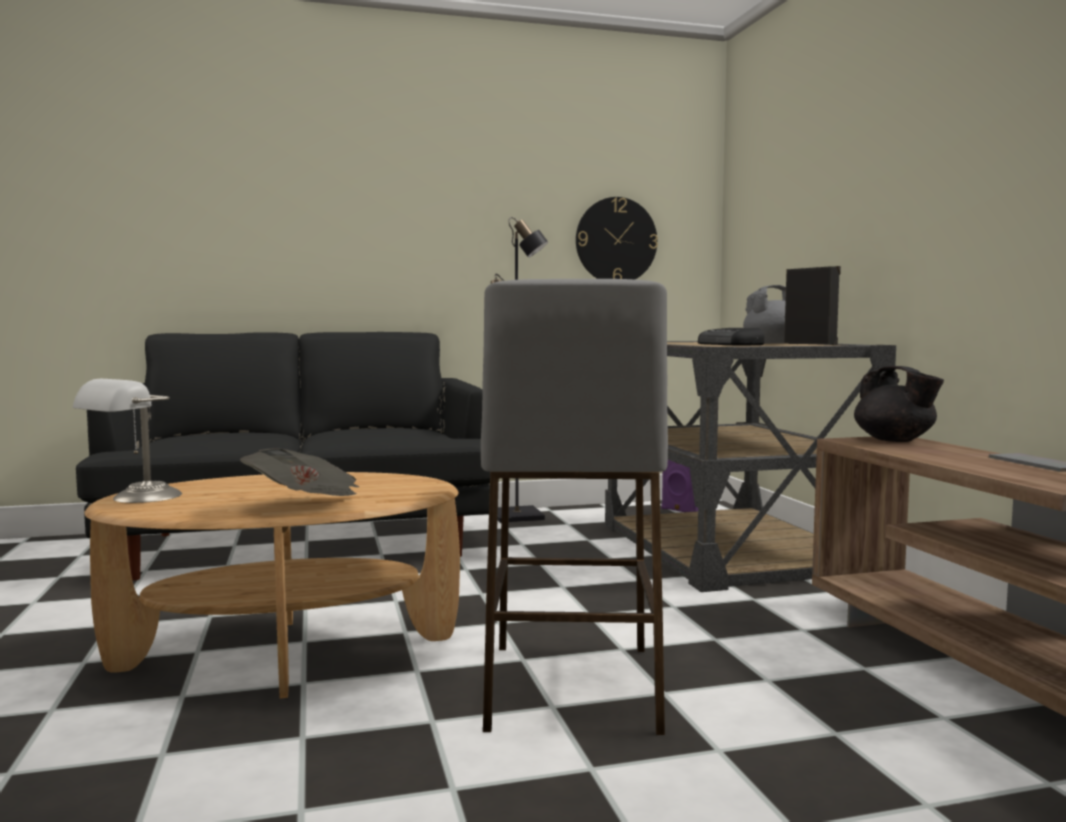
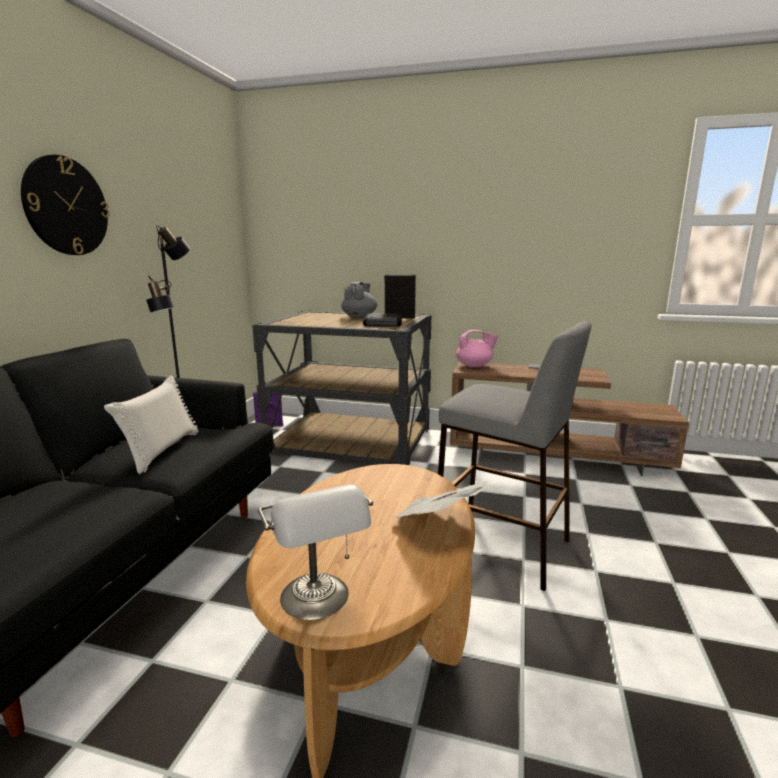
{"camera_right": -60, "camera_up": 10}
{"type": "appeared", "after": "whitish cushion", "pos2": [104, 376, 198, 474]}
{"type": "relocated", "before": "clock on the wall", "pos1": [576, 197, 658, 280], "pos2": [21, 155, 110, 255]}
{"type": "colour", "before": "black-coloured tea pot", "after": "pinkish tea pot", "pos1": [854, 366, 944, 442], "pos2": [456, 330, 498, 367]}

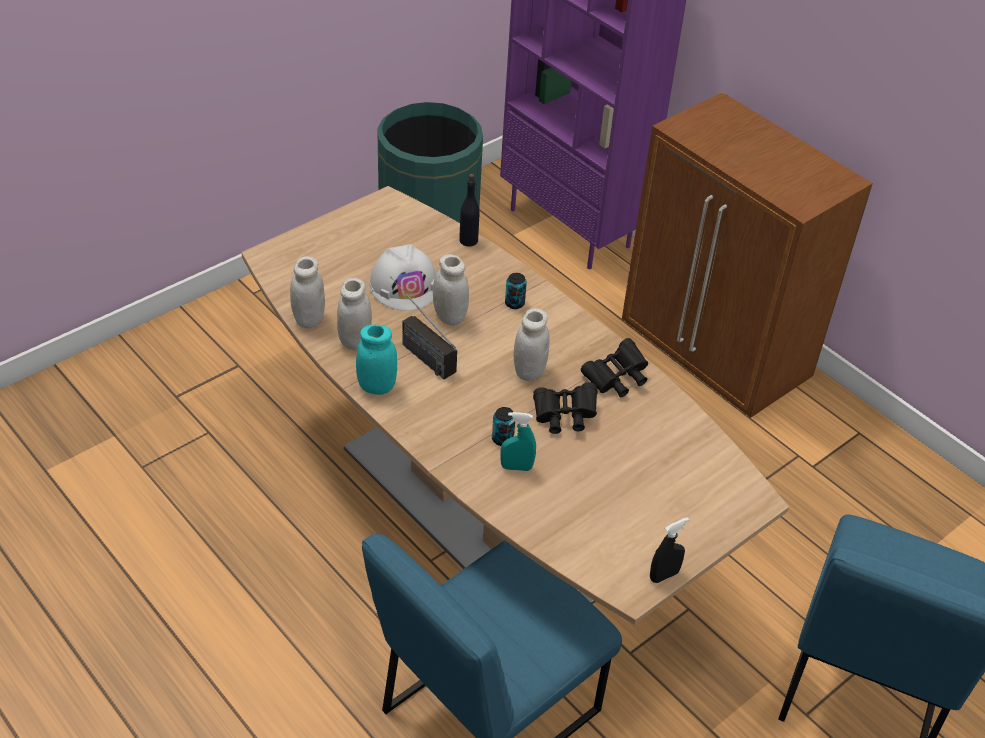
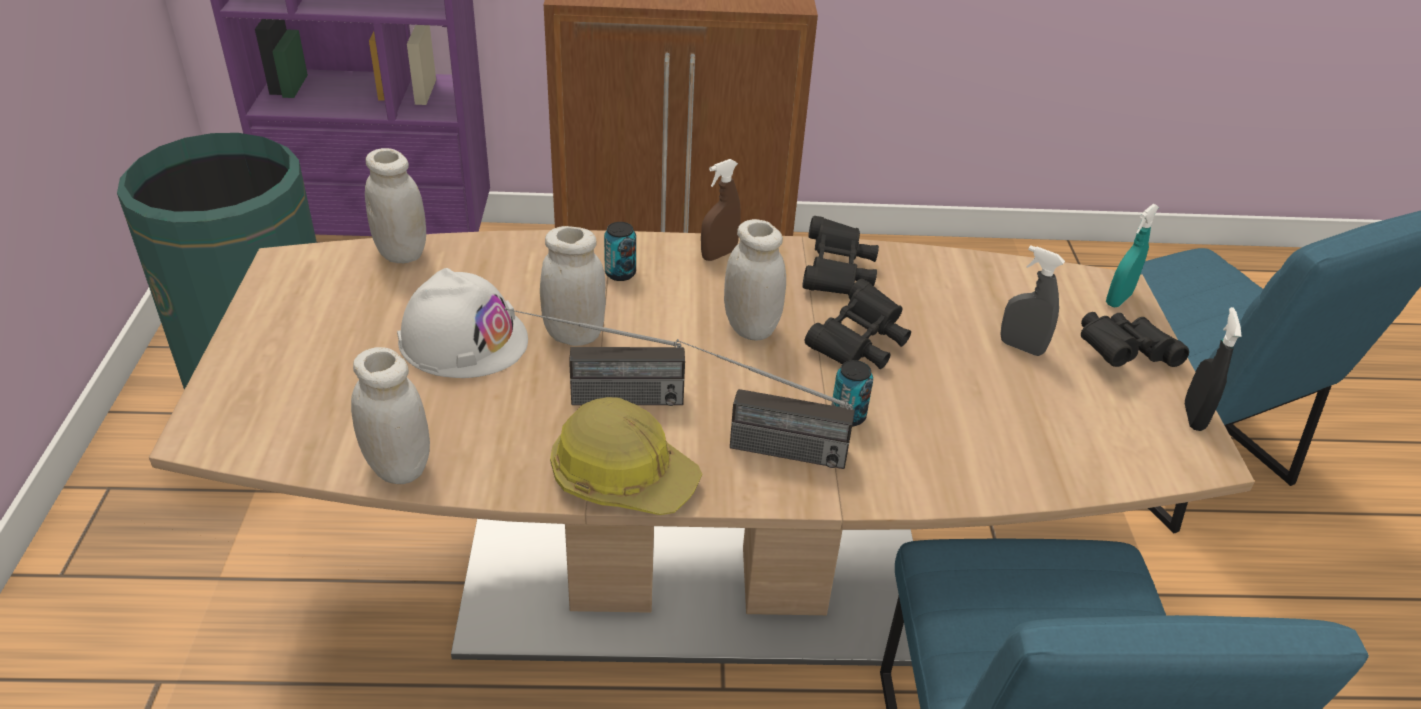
{"camera_right": -50, "camera_up": -5}
{"type": "missing", "before": "black-coloured drink bottle", "pos1": [459, 174, 480, 247]}
{"type": "appeared", "after": "radio", "pos2": [676, 339, 855, 469]}
{"type": "appeared", "after": "brown-coloured spray bottle", "pos2": [701, 159, 741, 261]}
{"type": "appeared", "after": "gray spray bottle", "pos2": [1000, 245, 1065, 356]}
{"type": "appeared", "after": "black-coloured binoculars", "pos2": [1081, 312, 1189, 367]}
{"type": "relocated", "before": "whitish preserve jar", "pos1": [337, 278, 372, 350], "pos2": [365, 148, 426, 263]}
{"type": "relocated", "before": "blue-green spray bottle", "pos1": [500, 412, 536, 471], "pos2": [1106, 204, 1159, 307]}
{"type": "exchanged", "before": "blue-green preserve jar", "after": "work helmet", "pos1": [356, 324, 397, 395], "pos2": [550, 397, 702, 515]}

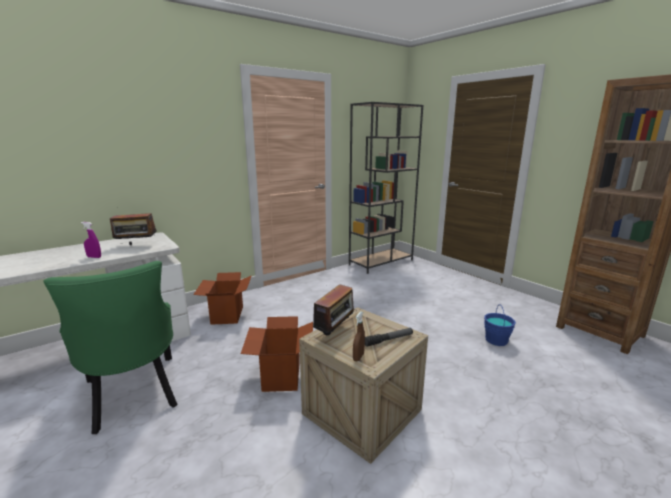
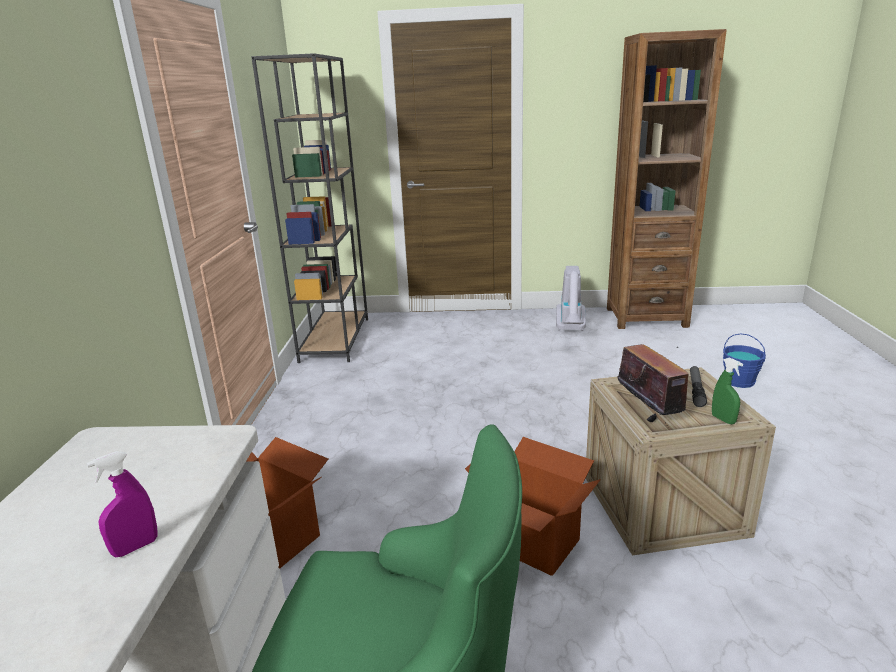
{"camera_right": -50, "camera_up": 5}
{"type": "missing", "before": "radio", "pos1": [110, 206, 157, 245]}
{"type": "appeared", "after": "vacuum", "pos2": [556, 266, 586, 331]}
{"type": "relocated", "before": "blue-coloured pail", "pos1": [484, 305, 516, 346], "pos2": [723, 333, 766, 388]}
{"type": "colour", "before": "brown-coloured spray bottle", "after": "greenish spray bottle", "pos1": [353, 311, 365, 361], "pos2": [712, 358, 743, 424]}

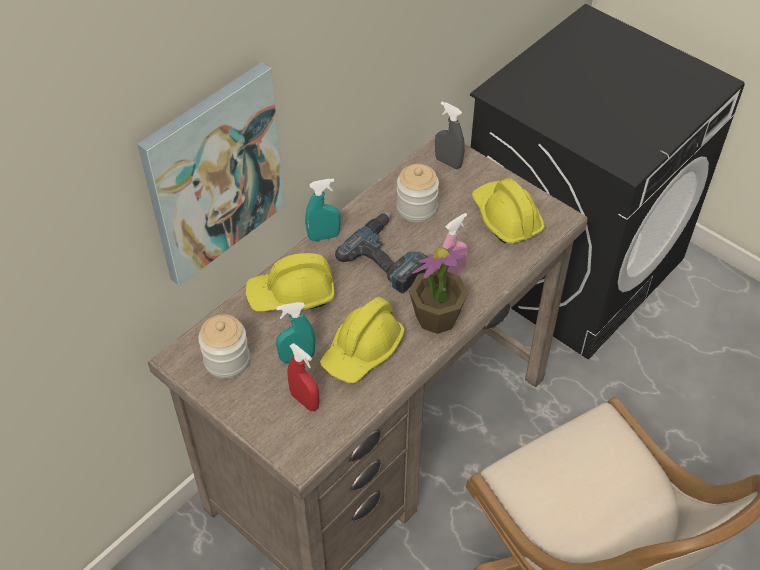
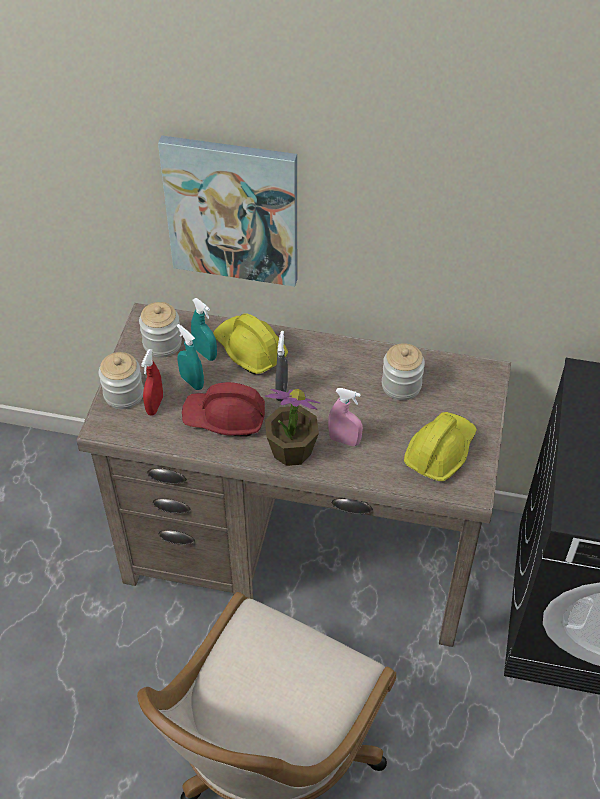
{"camera_right": 60, "camera_up": 0}
{"type": "missing", "before": "electric drill", "pos1": [335, 212, 428, 294]}
{"type": "appeared", "after": "preserve jar", "pos2": [99, 352, 144, 409]}
{"type": "relocated", "before": "blue-green spray bottle", "pos1": [305, 178, 341, 241], "pos2": [191, 298, 217, 361]}
{"type": "relocated", "before": "gray spray bottle", "pos1": [435, 101, 465, 169], "pos2": [275, 331, 288, 402]}
{"type": "colour", "before": "yellow work helmet", "after": "red work helmet", "pos1": [320, 297, 405, 383], "pos2": [182, 382, 265, 437]}

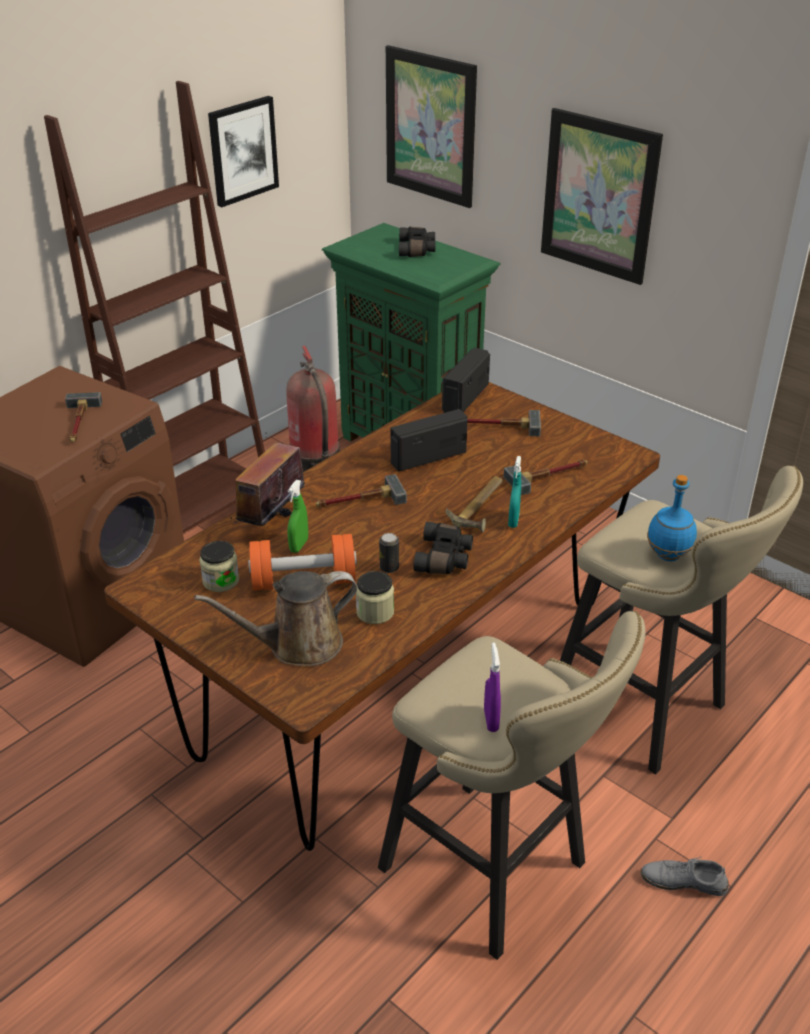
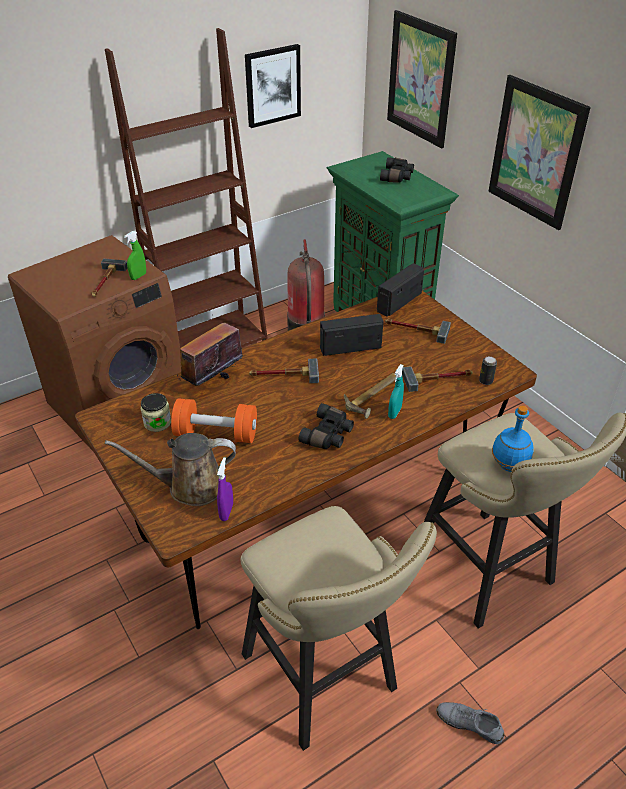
{"camera_right": 15, "camera_up": 5}
{"type": "missing", "before": "preserve jar", "pos1": [356, 571, 394, 624]}
{"type": "relocated", "before": "greenish spray bottle", "pos1": [287, 480, 308, 553], "pos2": [124, 231, 146, 280]}
{"type": "relocated", "before": "metal can", "pos1": [379, 533, 399, 573], "pos2": [479, 356, 497, 385]}
{"type": "relocated", "before": "purple spray bottle", "pos1": [484, 642, 501, 732], "pos2": [217, 457, 233, 521]}

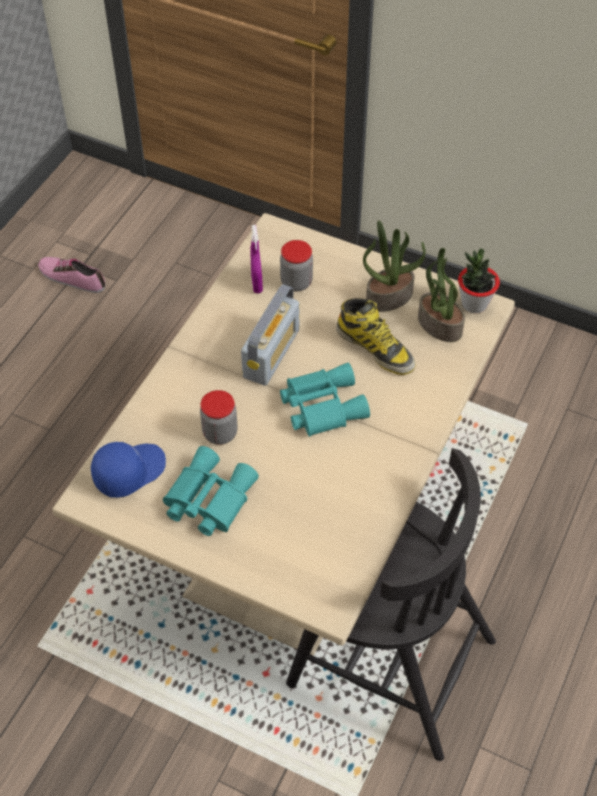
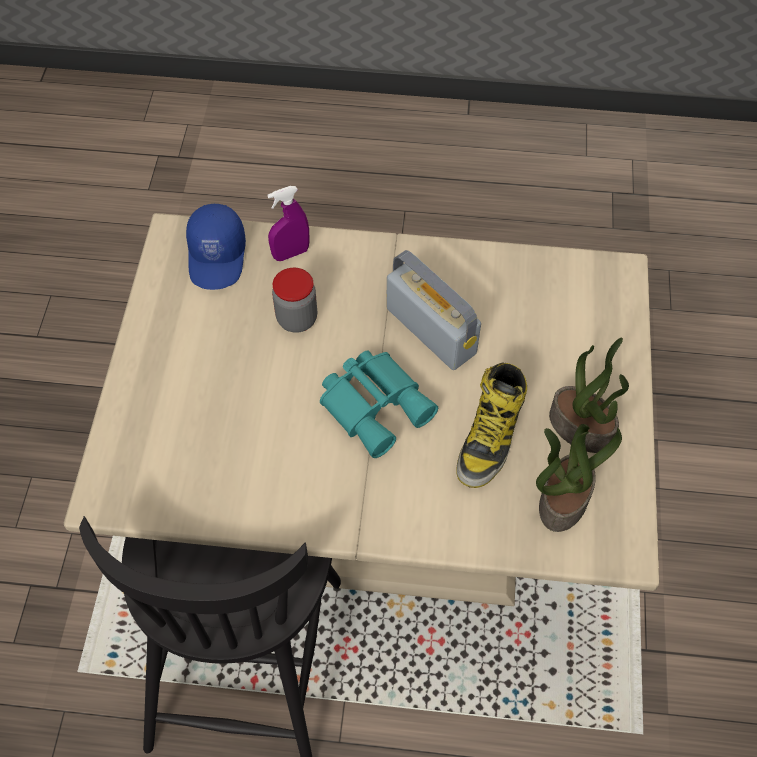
{"camera_right": 70, "camera_up": 5}
{"type": "missing", "before": "item of footwear", "pos1": [38, 257, 105, 293]}
{"type": "missing", "before": "blue-green binoculars", "pos1": [163, 446, 259, 536]}
{"type": "missing", "before": "preserve jar", "pos1": [280, 240, 313, 291]}
{"type": "missing", "before": "plant in a pot", "pos1": [458, 248, 500, 313]}
{"type": "relocated", "before": "purple spray bottle", "pos1": [250, 225, 263, 293], "pos2": [267, 186, 310, 261]}
{"type": "spun", "before": "blue-coloured cap", "pos1": [91, 442, 166, 498], "pos2": [186, 204, 246, 290], "turn": 60}
{"type": "spun", "before": "radio", "pos1": [241, 284, 300, 386], "pos2": [386, 250, 481, 370], "turn": -135}

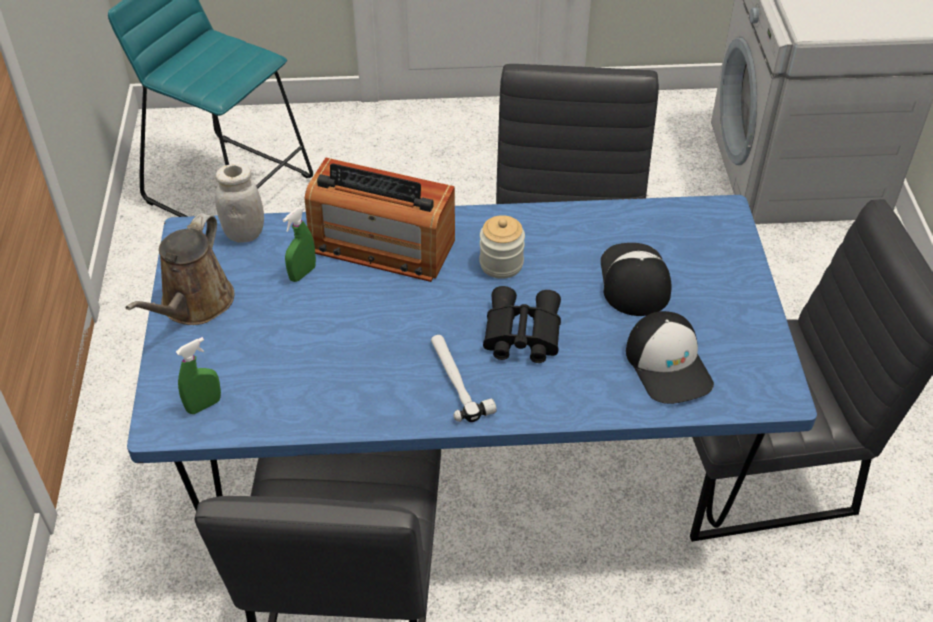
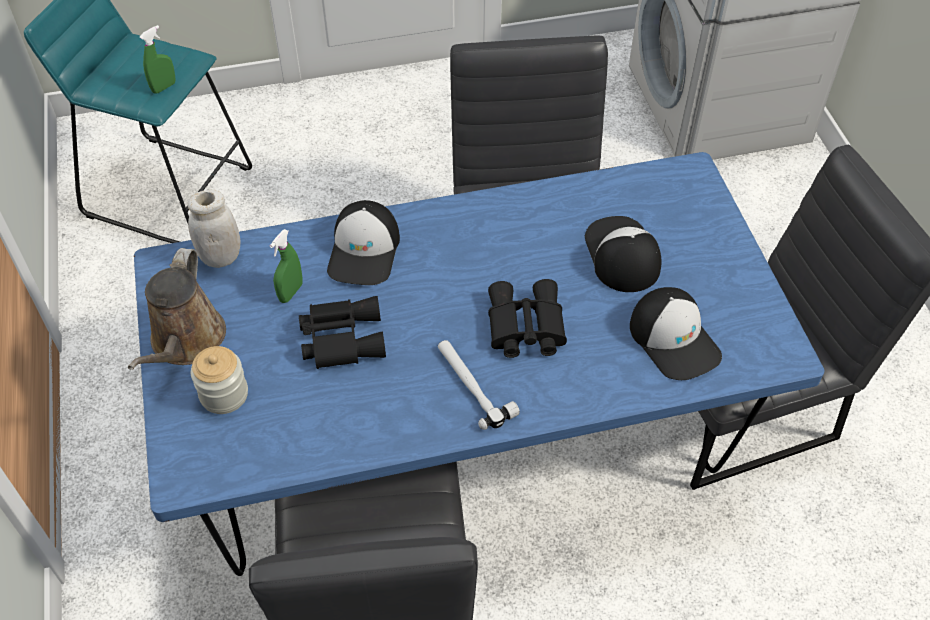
{"camera_right": -10, "camera_up": 5}
{"type": "appeared", "after": "black-coloured binoculars", "pos2": [299, 296, 386, 369]}
{"type": "relocated", "before": "greenish spray bottle", "pos1": [176, 337, 221, 414], "pos2": [140, 25, 175, 94]}
{"type": "relocated", "before": "preserve jar", "pos1": [479, 215, 525, 279], "pos2": [191, 346, 248, 414]}
{"type": "exchanged", "before": "radio", "after": "cap", "pos1": [305, 157, 455, 282], "pos2": [327, 200, 400, 285]}

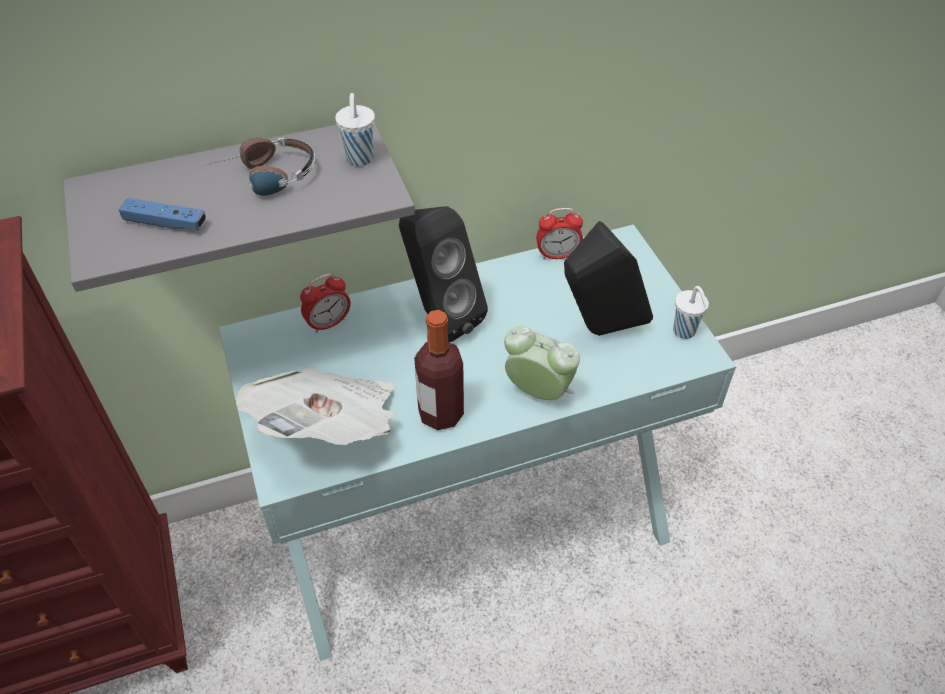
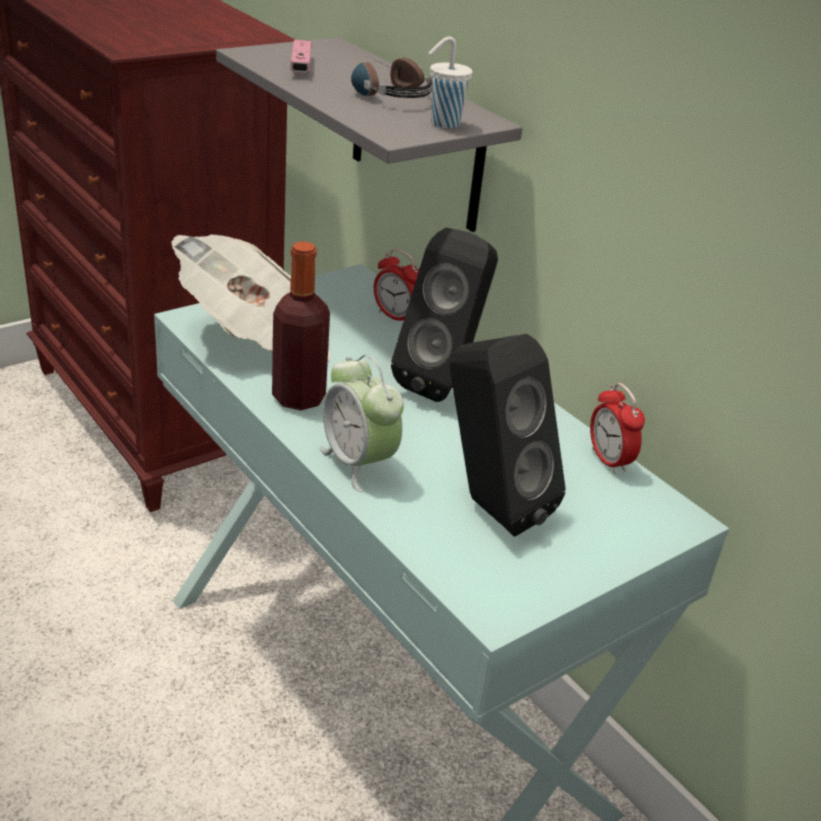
{"camera_right": 70, "camera_up": -15}
{"type": "missing", "before": "whitish cup", "pos1": [673, 286, 709, 339]}
{"type": "colour", "before": "blue-coloured gamepad", "after": "pinkish gamepad", "pos1": [119, 198, 206, 230], "pos2": [290, 40, 311, 73]}
{"type": "spun", "before": "alarm clock", "pos1": [504, 326, 580, 401], "pos2": [319, 355, 404, 492], "turn": 135}

